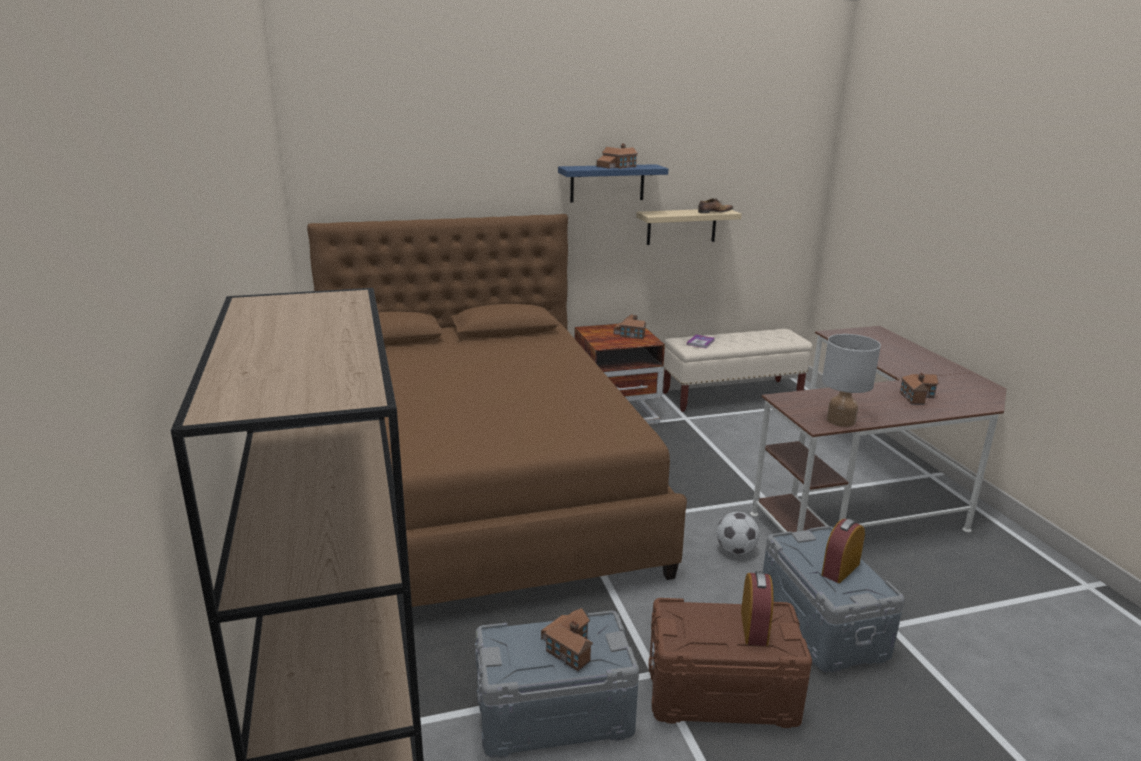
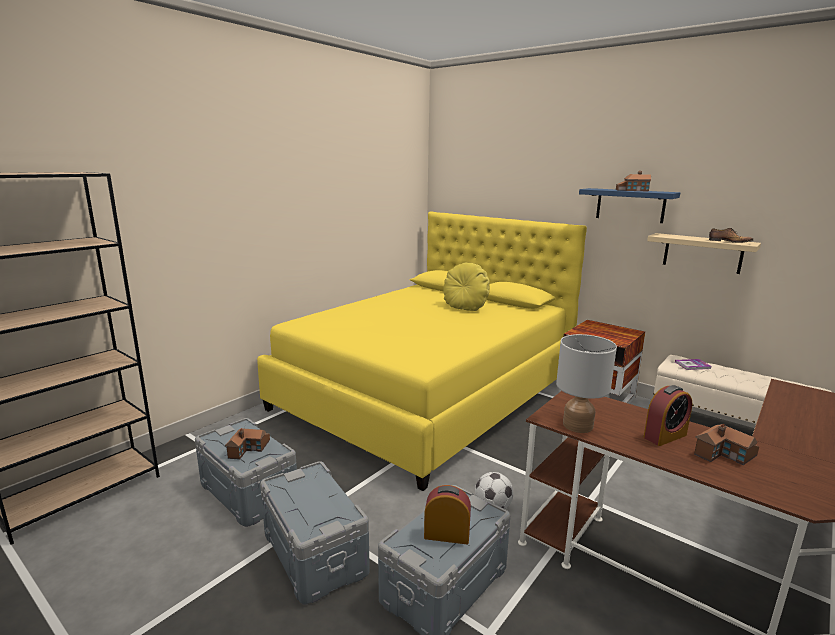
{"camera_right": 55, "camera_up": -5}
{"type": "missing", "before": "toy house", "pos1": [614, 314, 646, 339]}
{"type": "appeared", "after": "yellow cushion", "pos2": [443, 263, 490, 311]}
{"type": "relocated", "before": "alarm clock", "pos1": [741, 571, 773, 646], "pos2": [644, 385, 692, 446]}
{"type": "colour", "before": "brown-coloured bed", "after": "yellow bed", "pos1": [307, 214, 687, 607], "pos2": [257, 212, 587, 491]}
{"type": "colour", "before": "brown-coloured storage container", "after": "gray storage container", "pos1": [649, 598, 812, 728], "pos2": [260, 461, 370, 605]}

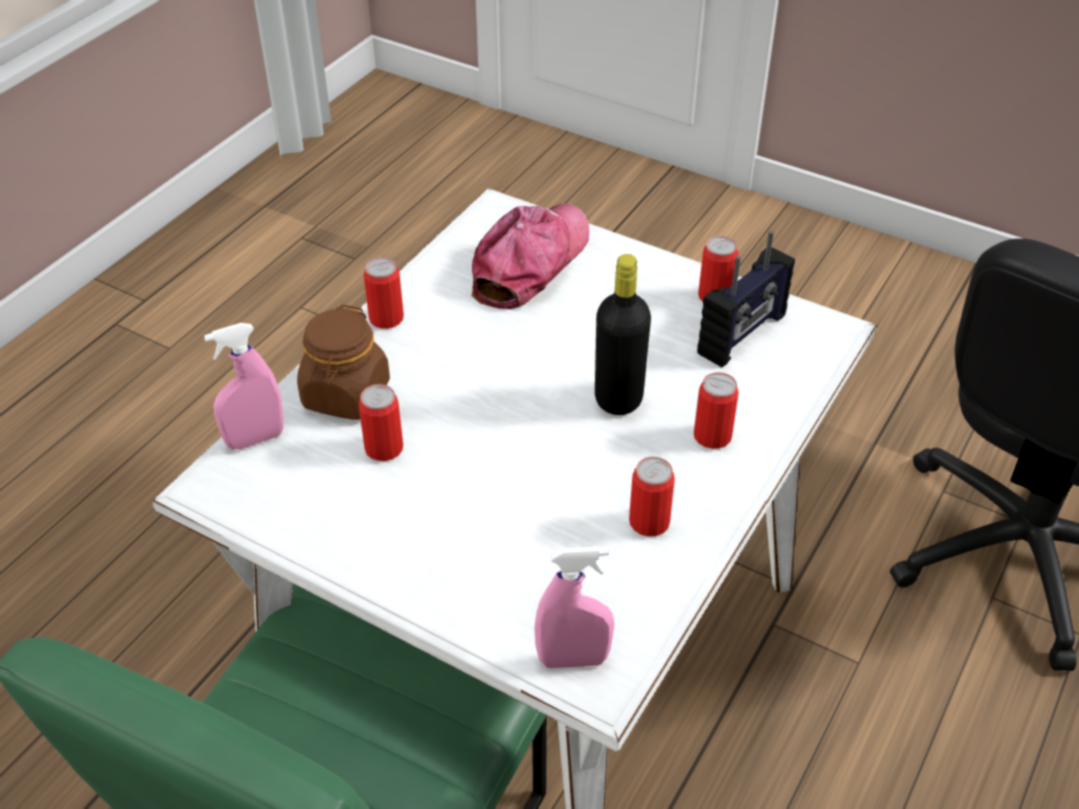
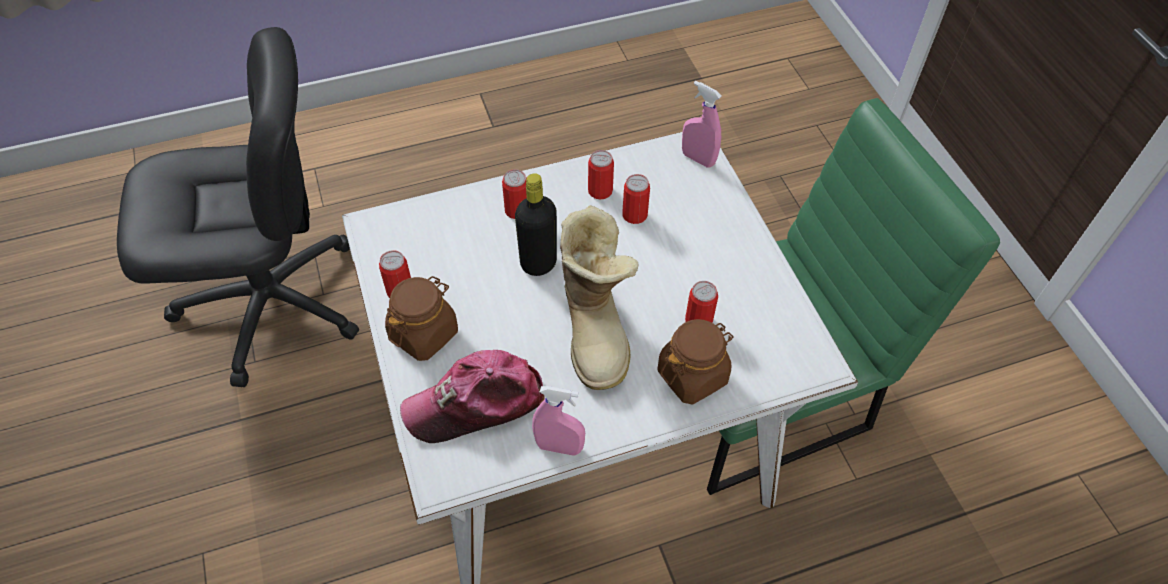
{"camera_right": -140, "camera_up": 10}
{"type": "missing", "before": "radio", "pos1": [697, 231, 795, 367]}
{"type": "appeared", "after": "brown-coloured preserve jar", "pos2": [385, 276, 458, 361]}
{"type": "appeared", "after": "tall boot", "pos2": [560, 205, 639, 390]}
{"type": "relocated", "before": "pinkish spray bottle", "pos1": [204, 323, 284, 450], "pos2": [532, 386, 585, 456]}
{"type": "relocated", "before": "metal can", "pos1": [364, 257, 404, 329], "pos2": [622, 174, 650, 224]}

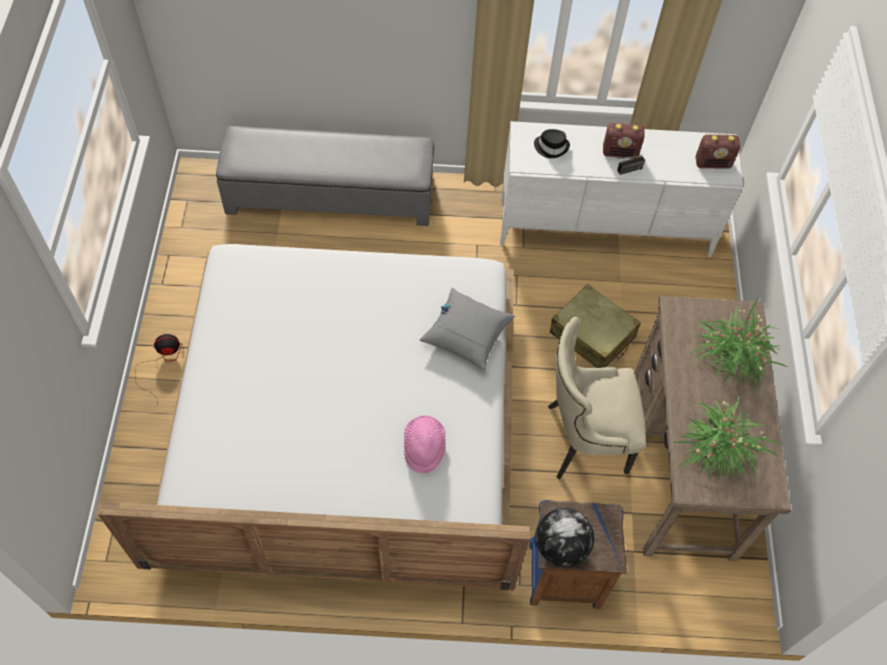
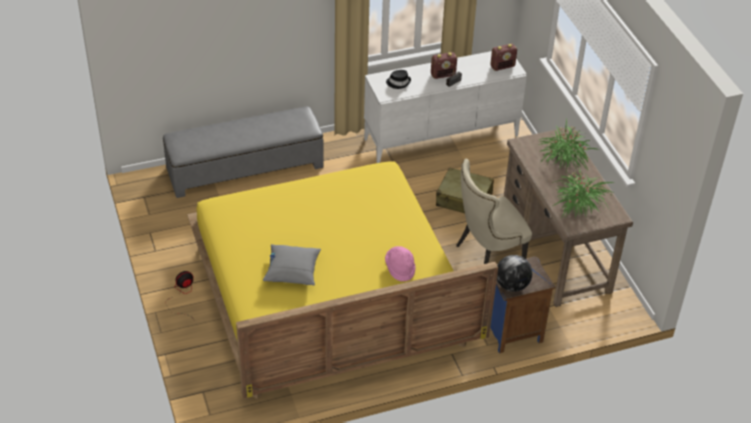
{"camera_right": -20, "camera_up": -15}
{"type": "relocated", "before": "gray cushion", "pos1": [420, 288, 515, 370], "pos2": [263, 244, 321, 285]}
{"type": "colour", "before": "whitish bed", "after": "yellow bed", "pos1": [98, 244, 530, 590], "pos2": [187, 161, 498, 399]}

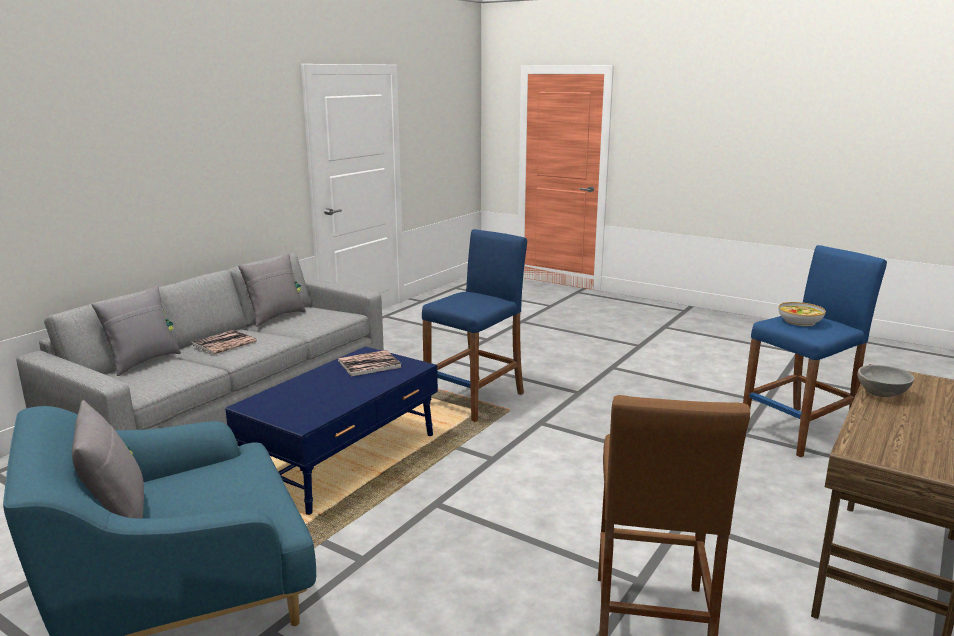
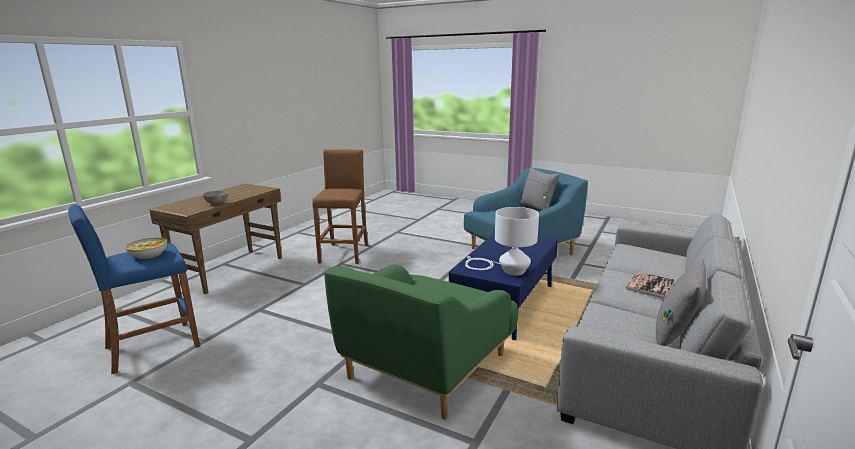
{"camera_right": 175, "camera_up": 0}
{"type": "missing", "before": "gray cushion", "pos1": [91, 286, 181, 376]}
{"type": "exchanged", "before": "bound book", "after": "whitish lamp for a table", "pos1": [338, 350, 402, 377], "pos2": [465, 207, 539, 276]}
{"type": "exchanged", "before": "blue-coloured sitting stool", "after": "greenish lounge chair", "pos1": [422, 229, 527, 422], "pos2": [324, 264, 518, 420]}

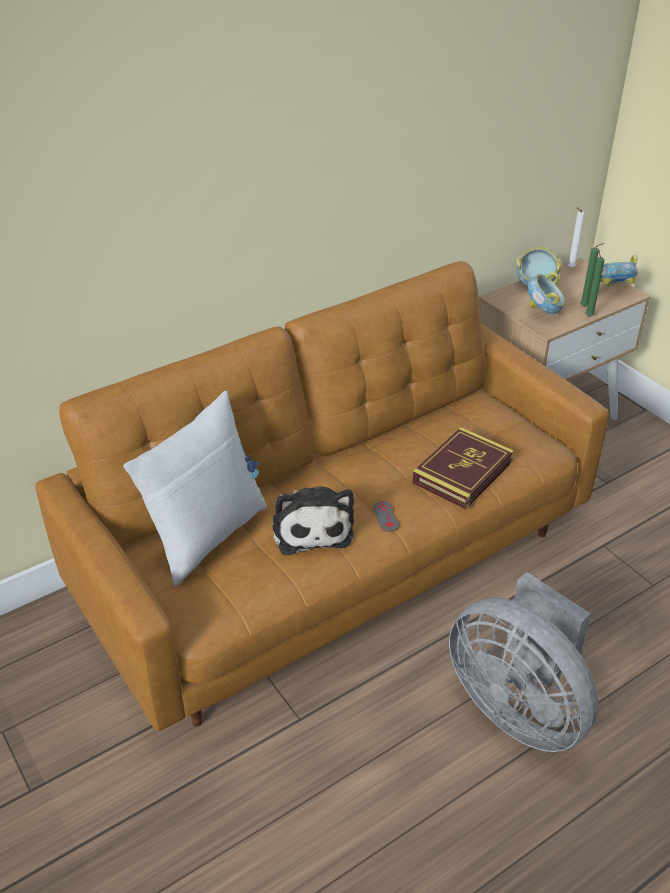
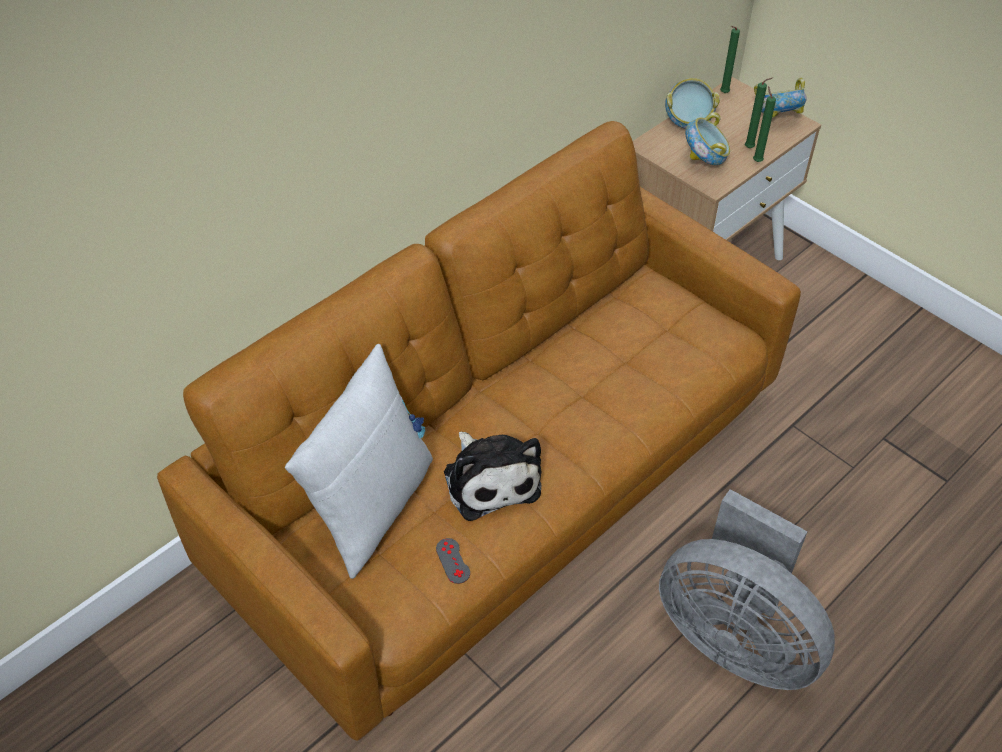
{"camera_right": -10, "camera_up": 10}
{"type": "missing", "before": "bound book", "pos1": [412, 427, 514, 509]}
{"type": "relocated", "before": "gray gamepad", "pos1": [374, 501, 399, 532], "pos2": [436, 538, 470, 584]}
{"type": "colour", "before": "whitish wax candle", "after": "greenish wax candle", "pos1": [568, 208, 585, 268], "pos2": [720, 26, 740, 93]}

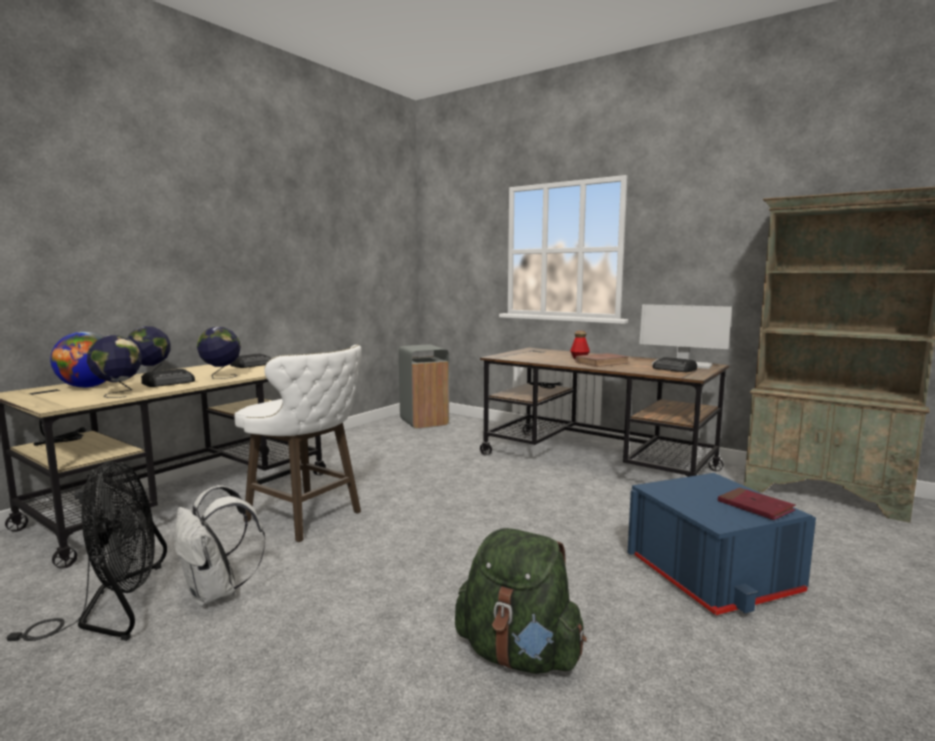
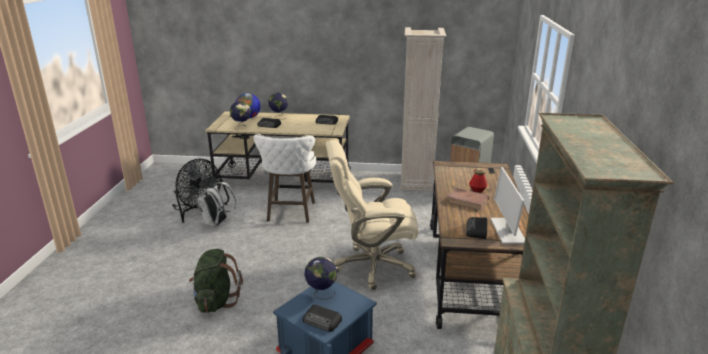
{"camera_right": 60, "camera_up": 15}
{"type": "appeared", "after": "beige-coloured desk chair", "pos2": [326, 140, 418, 290]}
{"type": "appeared", "after": "beige-coloured cabinet", "pos2": [401, 27, 446, 191]}
{"type": "relocated", "before": "world globe", "pos1": [197, 327, 241, 379], "pos2": [305, 257, 337, 299]}
{"type": "exchanged", "before": "red bound book", "after": "radio", "pos1": [718, 488, 796, 520], "pos2": [303, 304, 342, 332]}

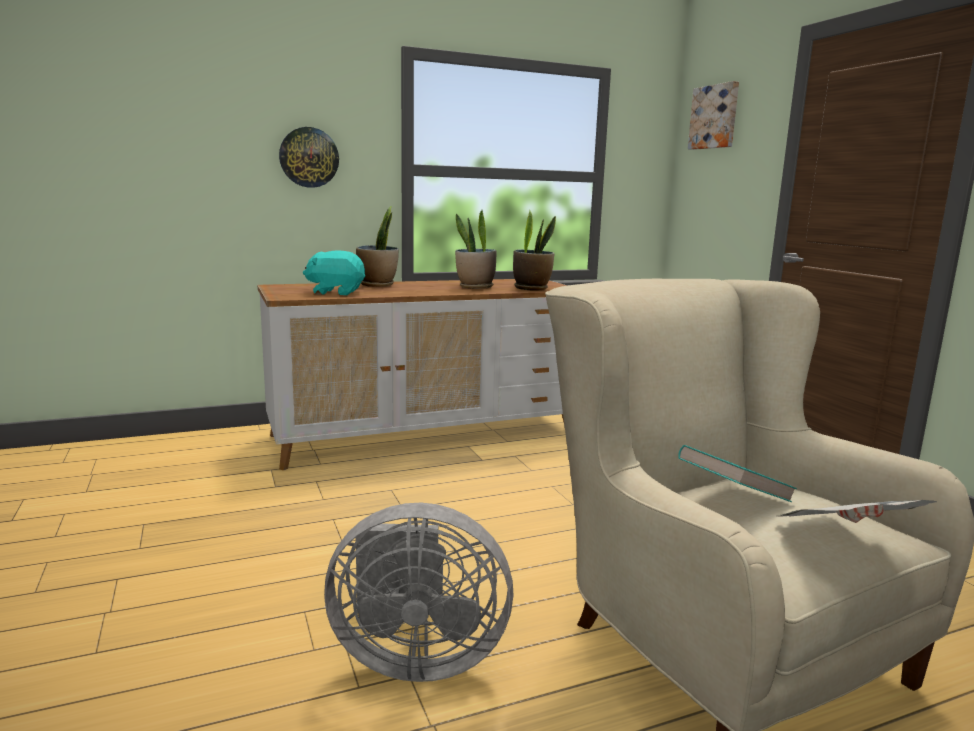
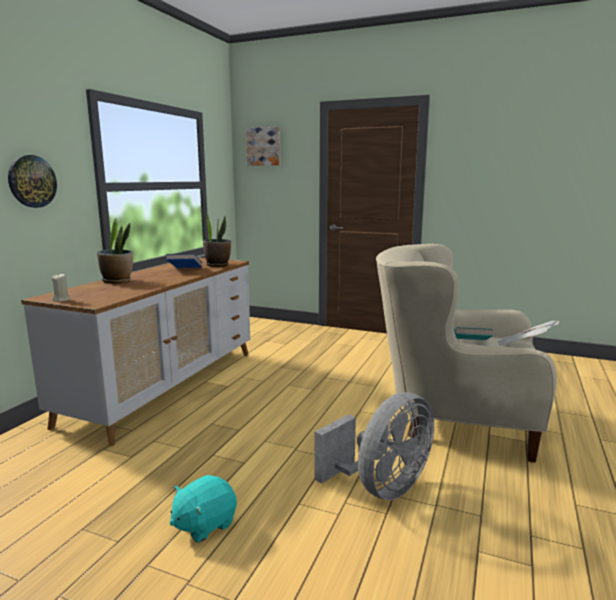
{"camera_right": -45, "camera_up": 0}
{"type": "appeared", "after": "beige-coloured wax candle", "pos2": [52, 273, 70, 302]}
{"type": "relocated", "before": "blue-green cuddly toy", "pos1": [303, 250, 365, 295], "pos2": [170, 475, 237, 543]}
{"type": "exchanged", "before": "plant in a pot", "after": "blue-coloured bound book", "pos1": [455, 210, 496, 289], "pos2": [165, 254, 202, 268]}

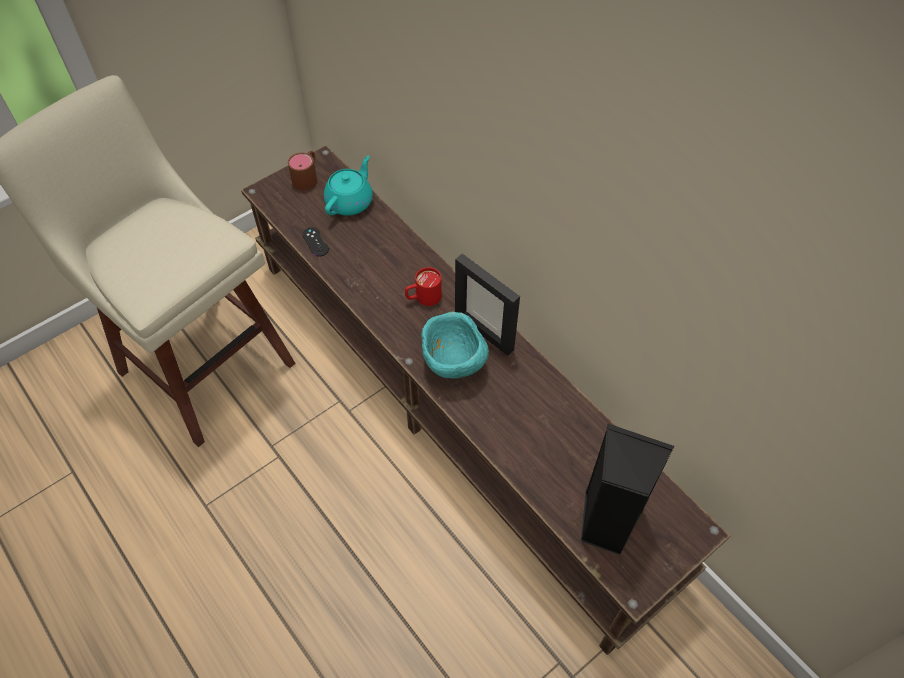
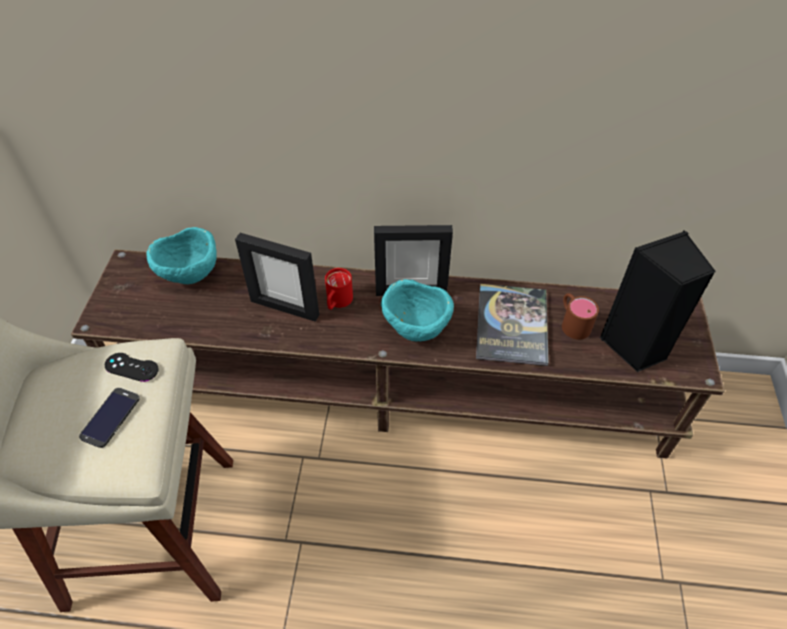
{"camera_right": -45, "camera_up": -5}
{"type": "appeared", "after": "phone", "pos2": [79, 388, 140, 448]}
{"type": "appeared", "after": "photo frame", "pos2": [235, 233, 319, 322]}
{"type": "appeared", "after": "bound book", "pos2": [476, 284, 549, 366]}
{"type": "relocated", "before": "brown-coloured tea mug", "pos1": [288, 151, 317, 191], "pos2": [562, 293, 599, 340]}
{"type": "relocated", "before": "black-coloured gamepad", "pos1": [303, 227, 329, 257], "pos2": [105, 353, 159, 382]}
{"type": "exchanged", "before": "blue-green tea pot", "after": "blue-green bowl", "pos1": [324, 155, 373, 216], "pos2": [146, 227, 217, 284]}

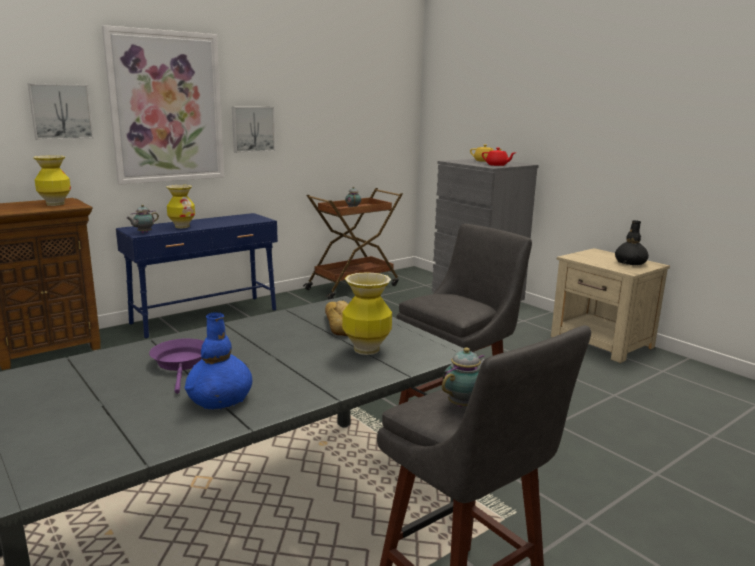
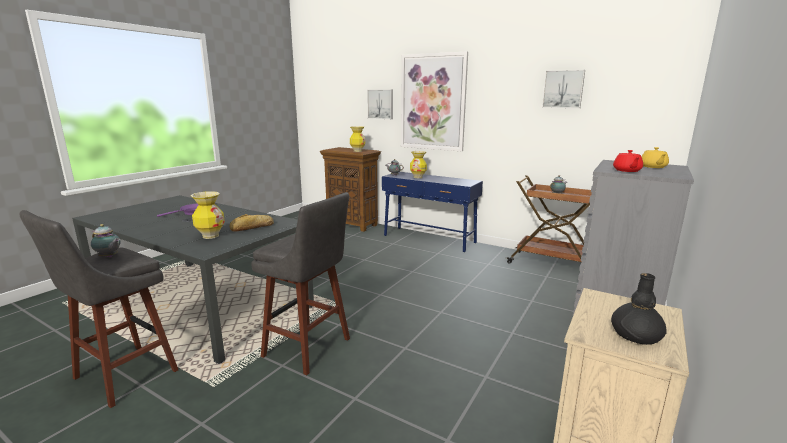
{"camera_right": 70, "camera_up": 0}
{"type": "missing", "before": "blue-coloured vase", "pos1": [185, 312, 253, 410]}
{"type": "relocated", "before": "picture", "pos1": [232, 107, 275, 153], "pos2": [542, 70, 585, 108]}

